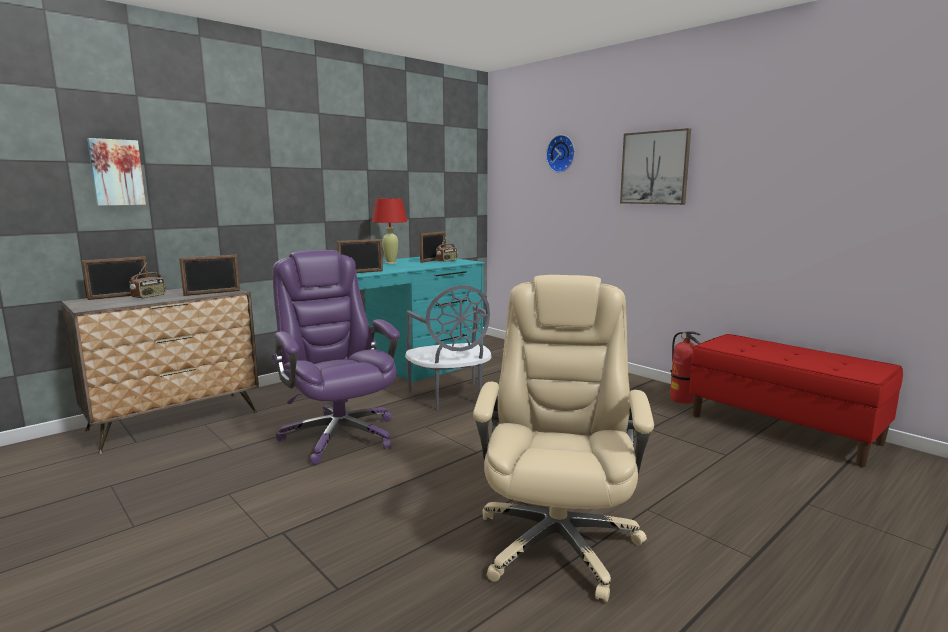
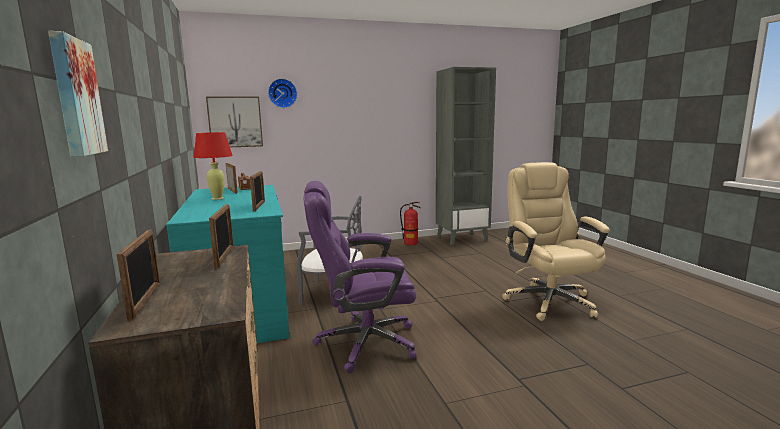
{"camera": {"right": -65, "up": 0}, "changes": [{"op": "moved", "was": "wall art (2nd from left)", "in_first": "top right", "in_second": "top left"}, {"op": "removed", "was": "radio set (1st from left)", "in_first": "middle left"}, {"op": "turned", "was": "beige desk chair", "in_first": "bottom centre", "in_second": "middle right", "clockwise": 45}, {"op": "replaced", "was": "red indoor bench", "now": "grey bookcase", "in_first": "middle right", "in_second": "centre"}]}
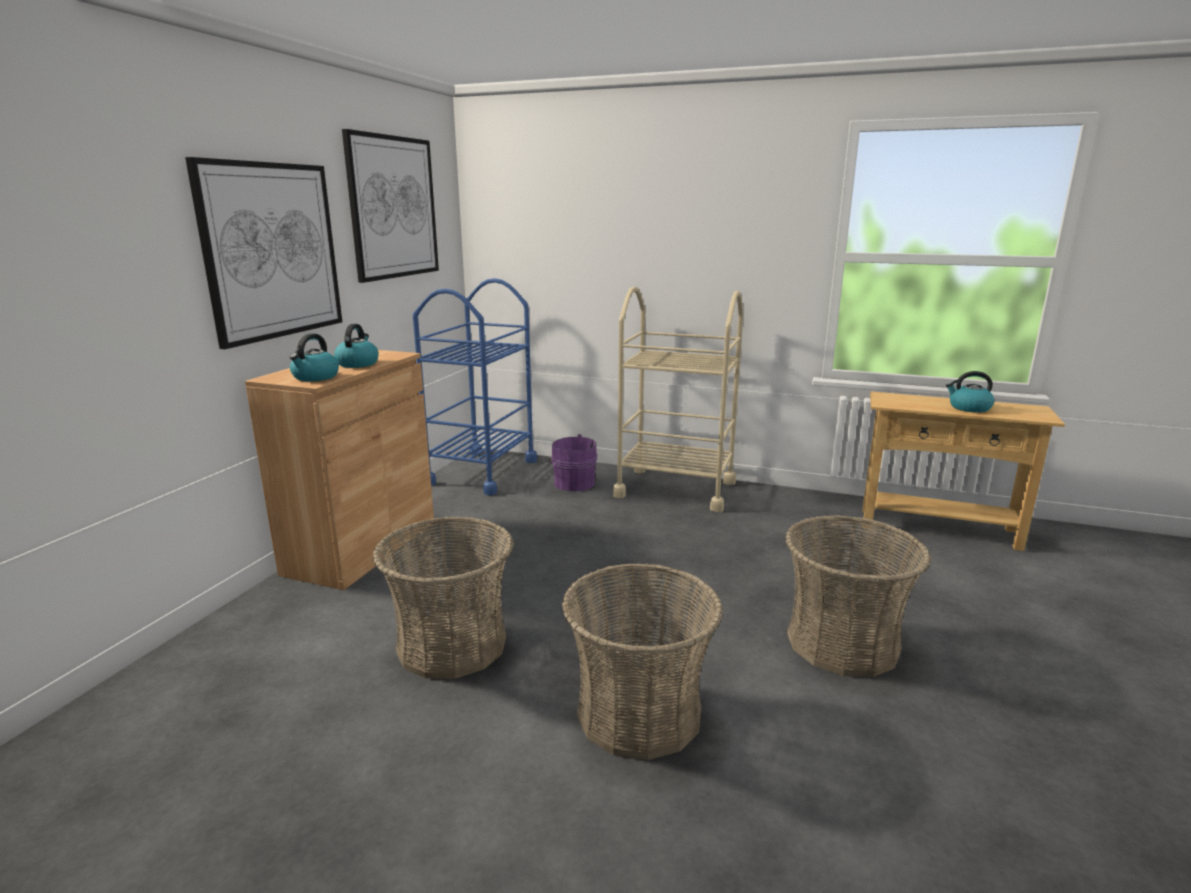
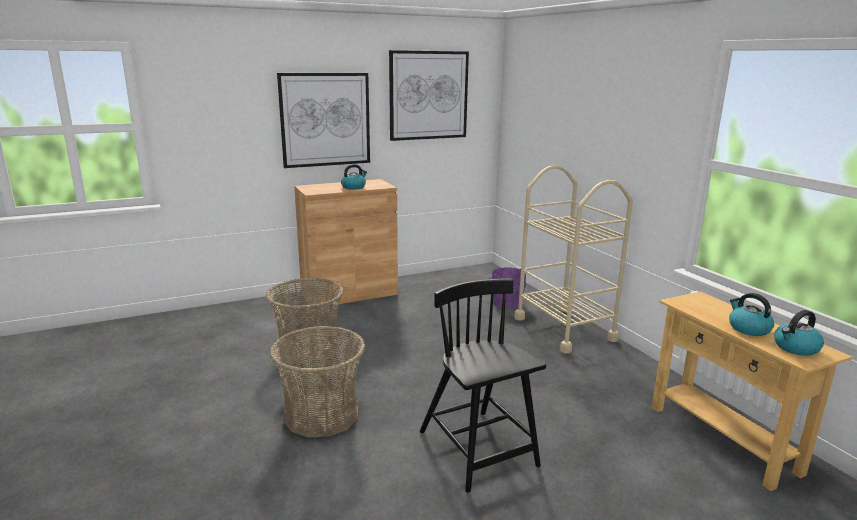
{"camera": {"right": 45, "up": 0}, "changes": [{"op": "removed", "was": "blue-coloured wheeled cart", "in_first": "centre"}, {"op": "moved", "was": "water kettle (1st from left in the first image)", "now": "water kettle (3rd from left)", "in_first": "middle left", "in_second": "middle right"}, {"op": "replaced", "was": "storage basket (3rd from left)", "now": "black-coloured chair", "in_first": "bottom right", "in_second": "bottom centre"}]}
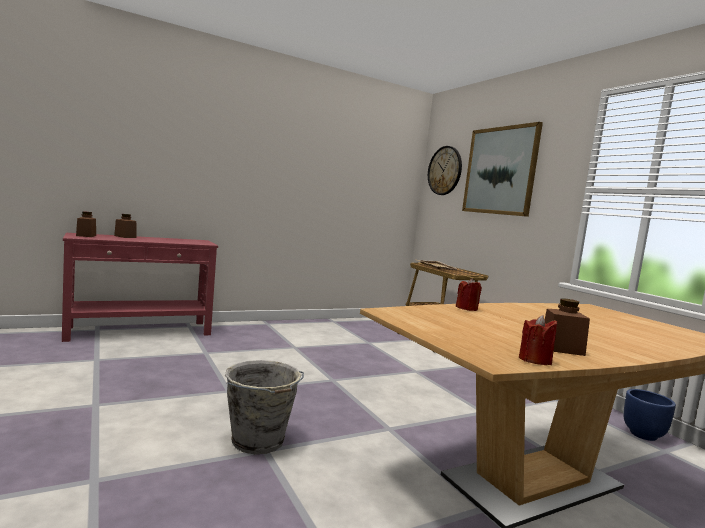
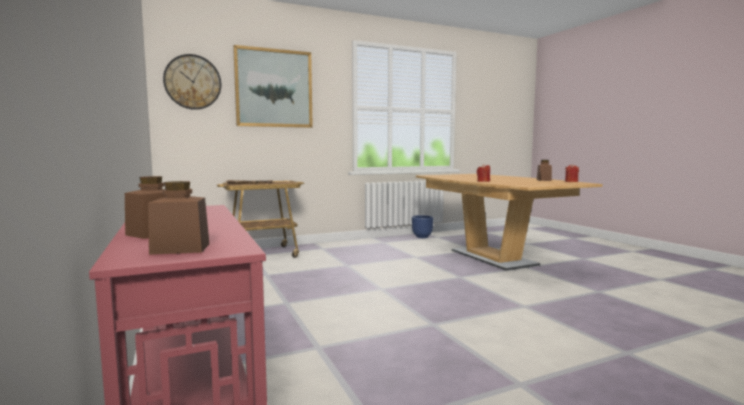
{"camera": {"right": -85, "up": 0}, "changes": [{"op": "removed", "was": "grey water bucket", "in_first": "bottom centre"}]}
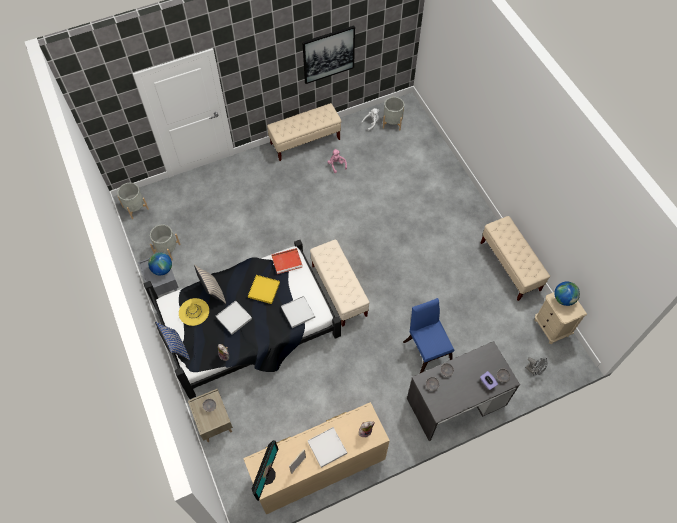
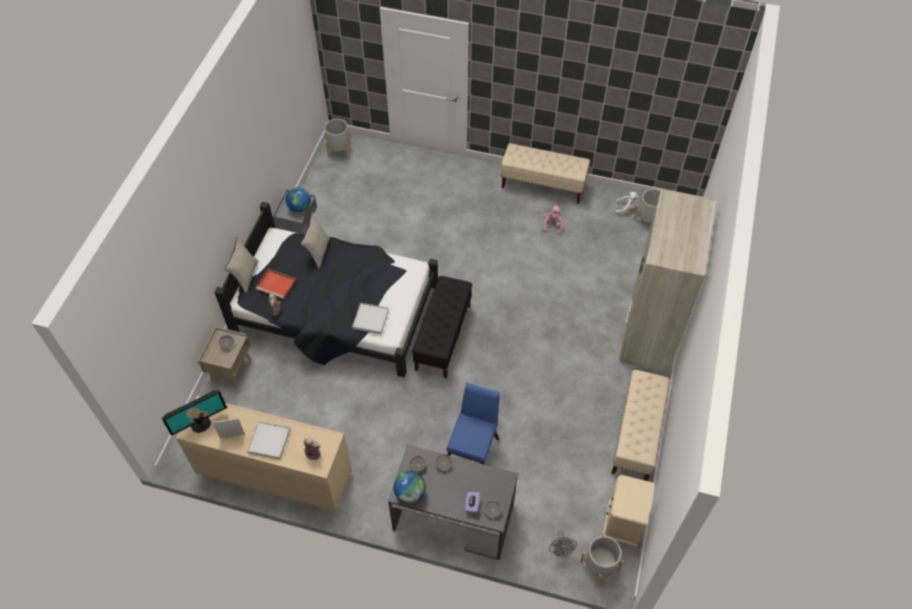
{"camera": {"right": 40, "up": -5}, "changes": [{"op": "removed", "was": "wall art", "in_first": "top centre"}, {"op": "moved", "was": "grey planter (2nd from left)", "in_first": "middle left", "in_second": "bottom centre"}, {"op": "recoloured", "was": "beige indoor bench (2nd from left)", "now": "black-coloured indoor bench", "in_first": "centre", "in_second": "centre"}, {"op": "moved", "was": "red serving tray", "in_first": "centre", "in_second": "middle left"}, {"op": "removed", "was": "yellow serving tray", "in_first": "centre"}, {"op": "moved", "was": "globe (2nd from left)", "in_first": "middle right", "in_second": "bottom centre"}, {"op": "removed", "was": "yellow wearable hat", "in_first": "middle left"}, {"op": "removed", "was": "white-coloured serving tray (1st from left)", "in_first": "centre"}, {"op": "recoloured", "was": "blue-coloured pillow", "now": "beige pillow (1st from left)", "in_first": "middle left", "in_second": "middle left"}, {"op": "added", "now": "beige clothes cupboard", "in_second": "middle right"}]}
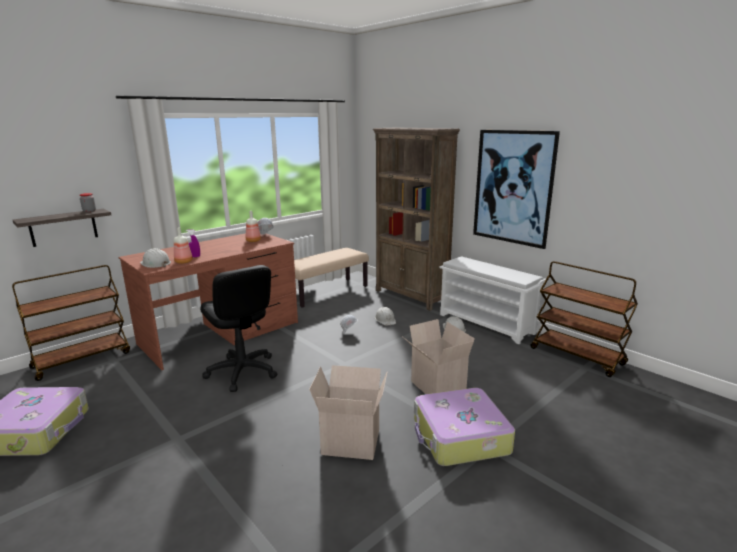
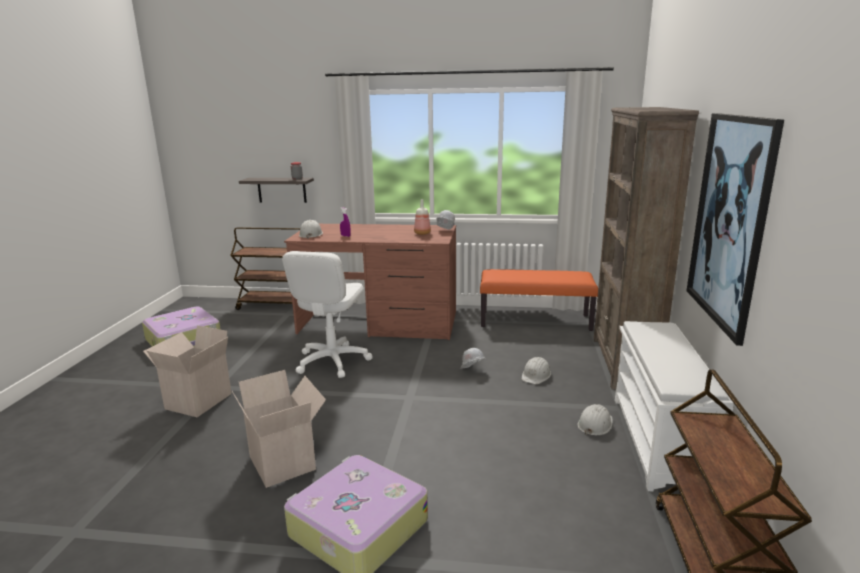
{"camera": {"right": 50, "up": 0}, "changes": [{"op": "removed", "was": "bottle (1st from left)", "in_first": "middle left"}, {"op": "recoloured", "was": "beige indoor bench", "now": "orange indoor bench", "in_first": "centre", "in_second": "centre"}, {"op": "recoloured", "was": "black-coloured desk chair", "now": "white-coloured desk chair", "in_first": "middle left", "in_second": "centre"}, {"op": "moved", "was": "cardboard box (2nd from left in the first image)", "now": "cardboard box (1st from left)", "in_first": "centre", "in_second": "middle left"}]}
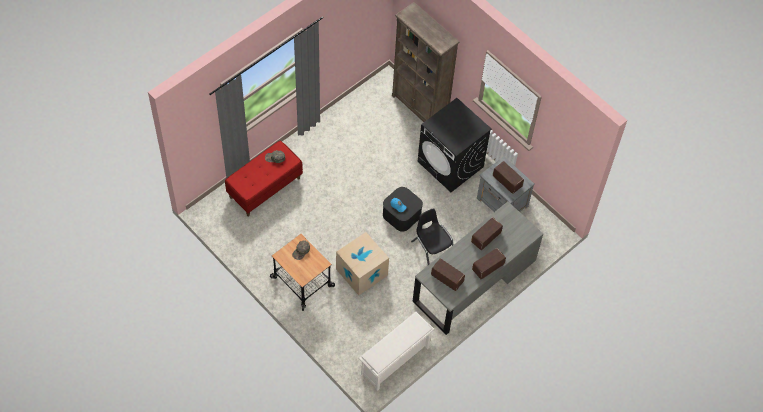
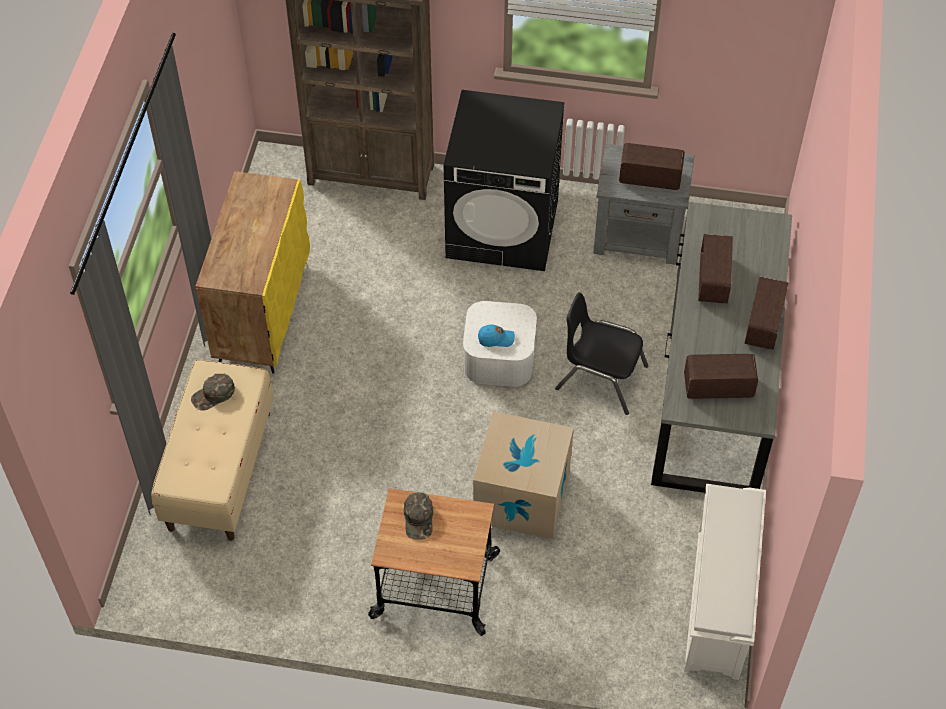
{"camera": {"right": -35, "up": -5}, "changes": [{"op": "recoloured", "was": "red indoor bench", "now": "beige indoor bench", "in_first": "centre", "in_second": "middle left"}, {"op": "recoloured", "was": "black-coloured storage container", "now": "white-coloured storage container", "in_first": "centre", "in_second": "centre"}, {"op": "added", "now": "yellow cupboard", "in_second": "middle left"}]}
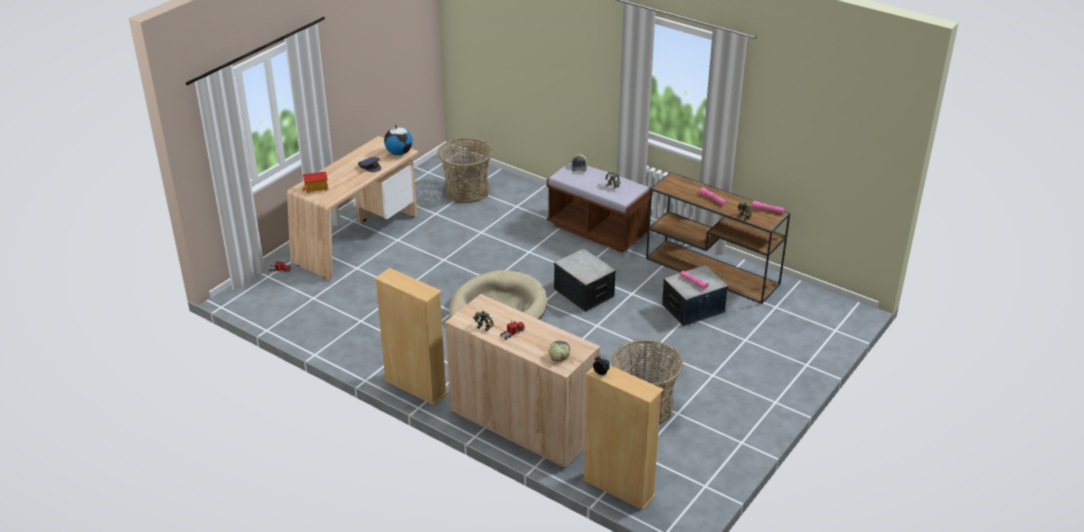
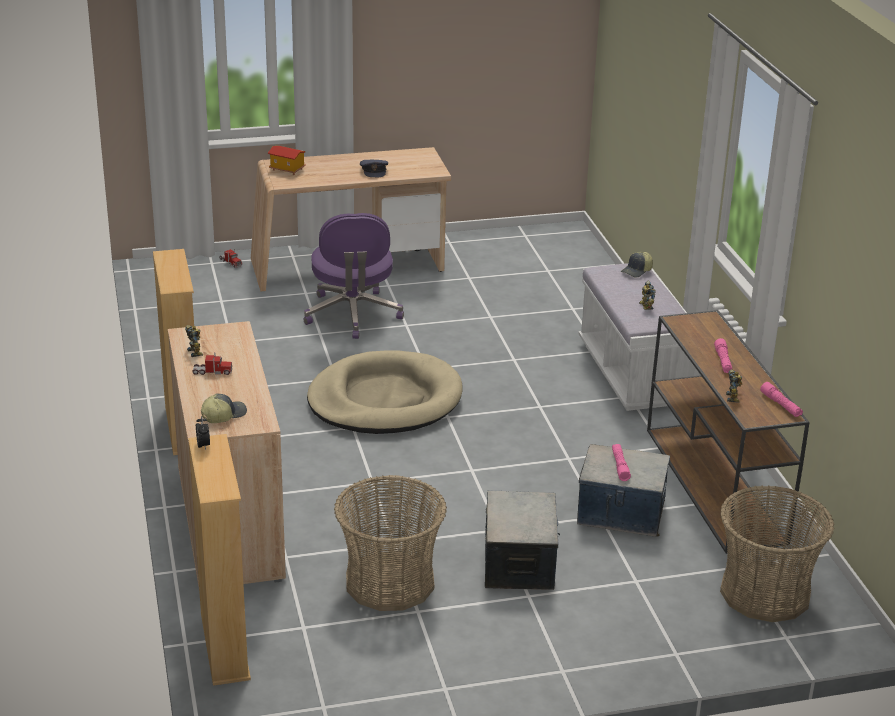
{"camera": {"right": 40, "up": -5}, "changes": [{"op": "removed", "was": "globe", "in_first": "top centre"}, {"op": "moved", "was": "storage basket (1st from left in the first image)", "now": "storage basket (2nd from left)", "in_first": "top centre", "in_second": "bottom right"}, {"op": "recoloured", "was": "brown-coloured indoor bench", "now": "white-coloured indoor bench", "in_first": "centre", "in_second": "middle right"}, {"op": "moved", "was": "storage container (1st from left)", "in_first": "centre", "in_second": "bottom centre"}, {"op": "added", "now": "purple desk chair", "in_second": "centre"}]}
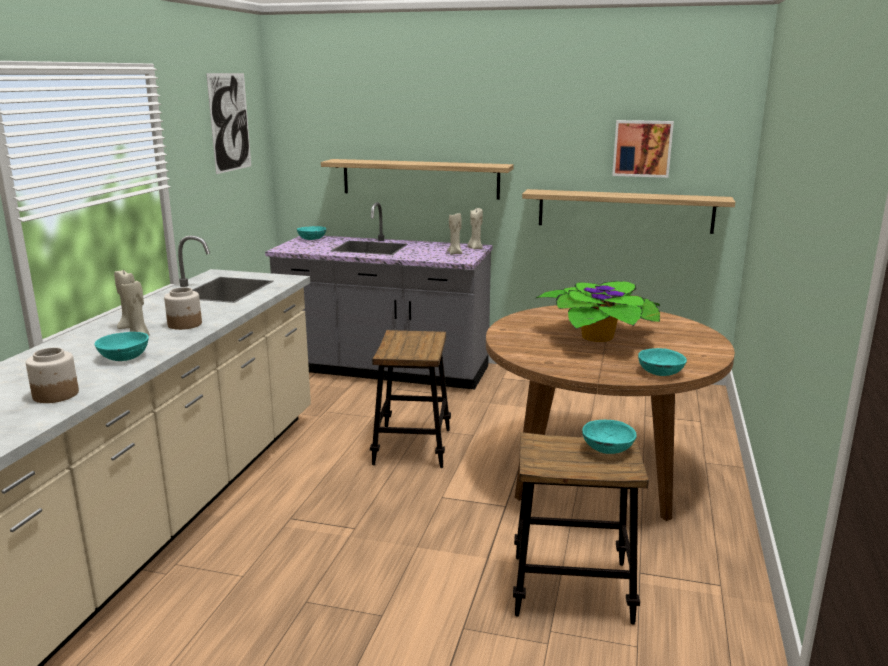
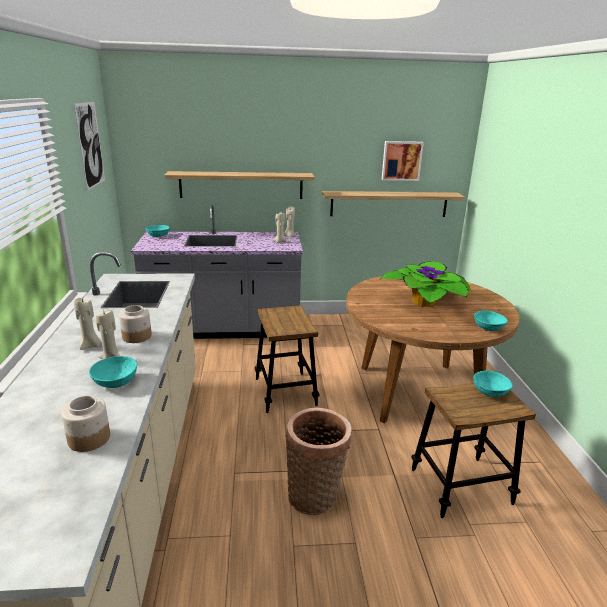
{"camera": {"right": -20, "up": 5}, "changes": [{"op": "added", "now": "storage basket", "in_second": "bottom centre"}]}
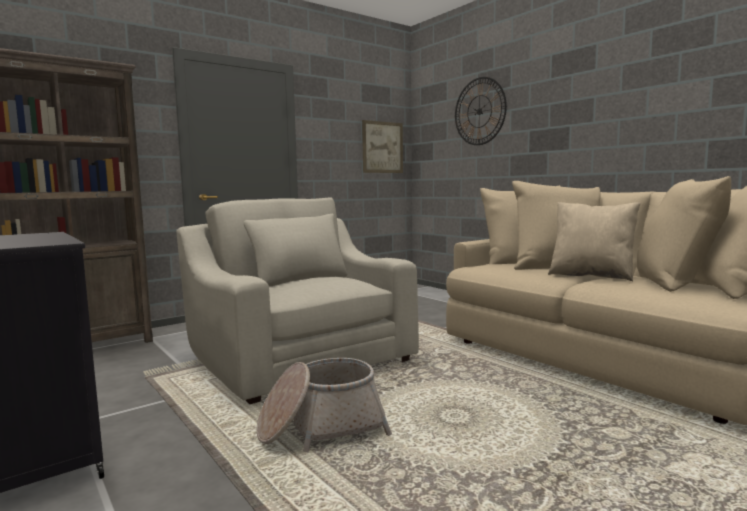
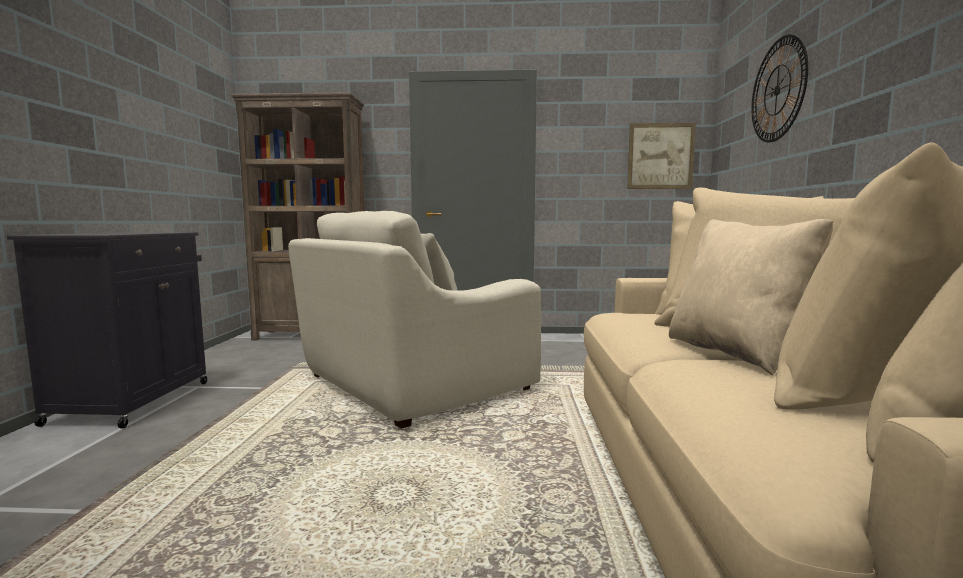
{"camera": {"right": 40, "up": 0}, "changes": [{"op": "turned", "was": "beige easy chair", "in_first": "centre", "in_second": "centre", "clockwise": -135}, {"op": "removed", "was": "storage basket", "in_first": "bottom centre"}]}
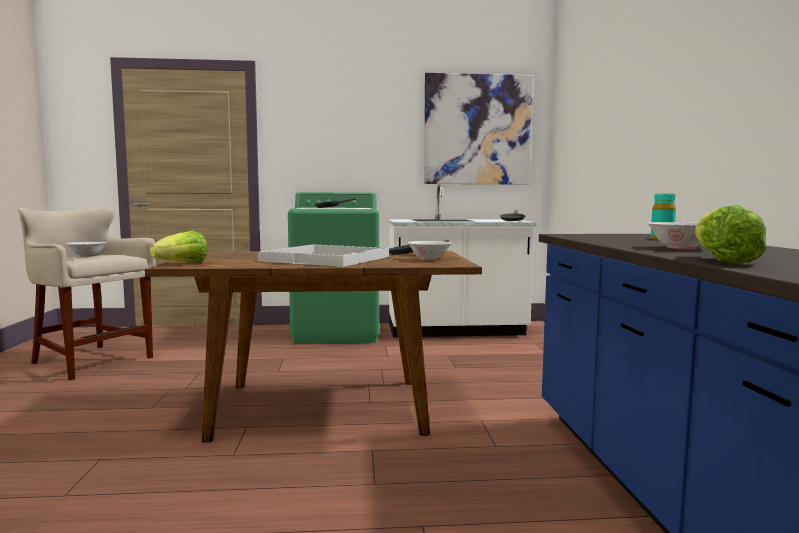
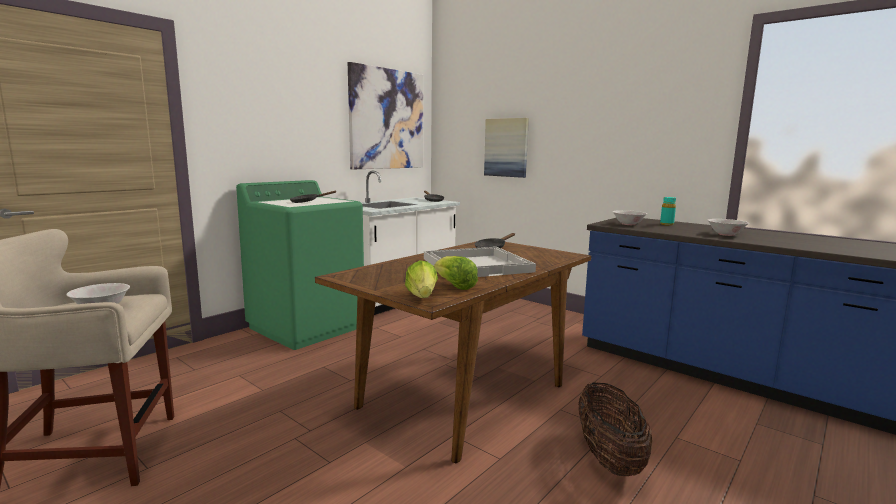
{"camera": {"right": -45, "up": 5}, "changes": [{"op": "moved", "was": "lettuce (2nd from left)", "in_first": "middle right", "in_second": "centre"}, {"op": "moved", "was": "white-coloured deep dish (2nd from left)", "in_first": "centre", "in_second": "middle right"}, {"op": "added", "now": "wall art (2nd from left)", "in_second": "top centre"}, {"op": "added", "now": "storage basket", "in_second": "bottom right"}]}
